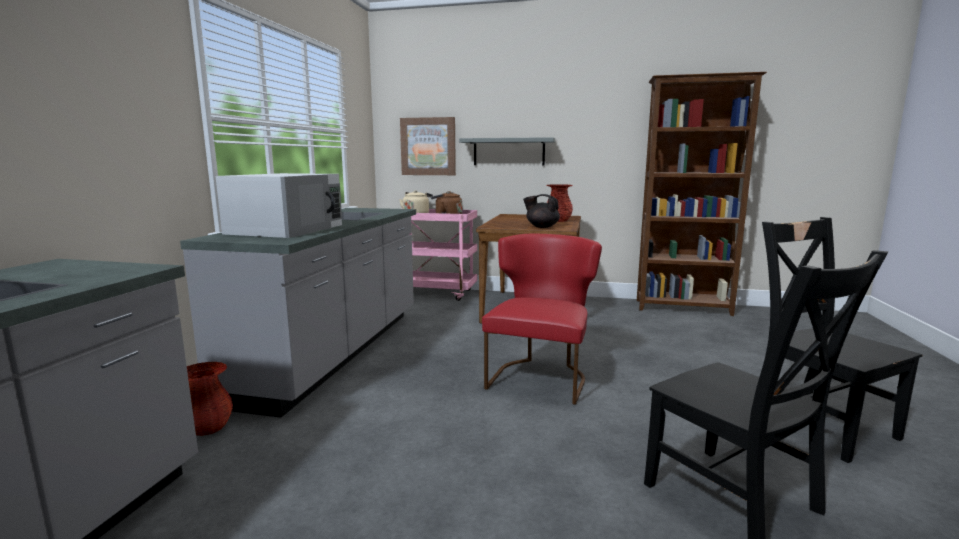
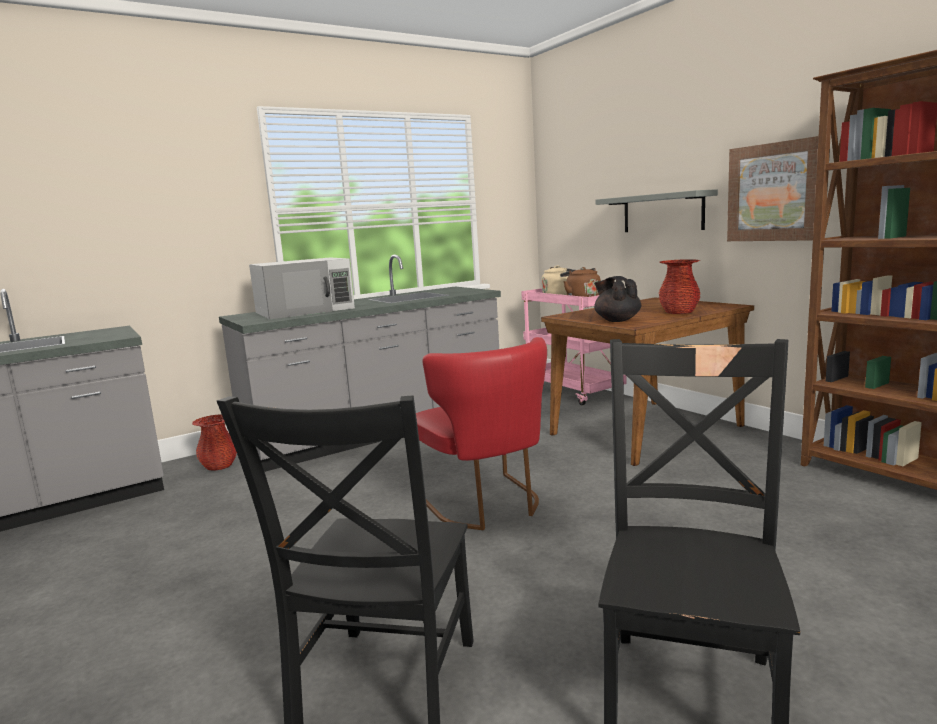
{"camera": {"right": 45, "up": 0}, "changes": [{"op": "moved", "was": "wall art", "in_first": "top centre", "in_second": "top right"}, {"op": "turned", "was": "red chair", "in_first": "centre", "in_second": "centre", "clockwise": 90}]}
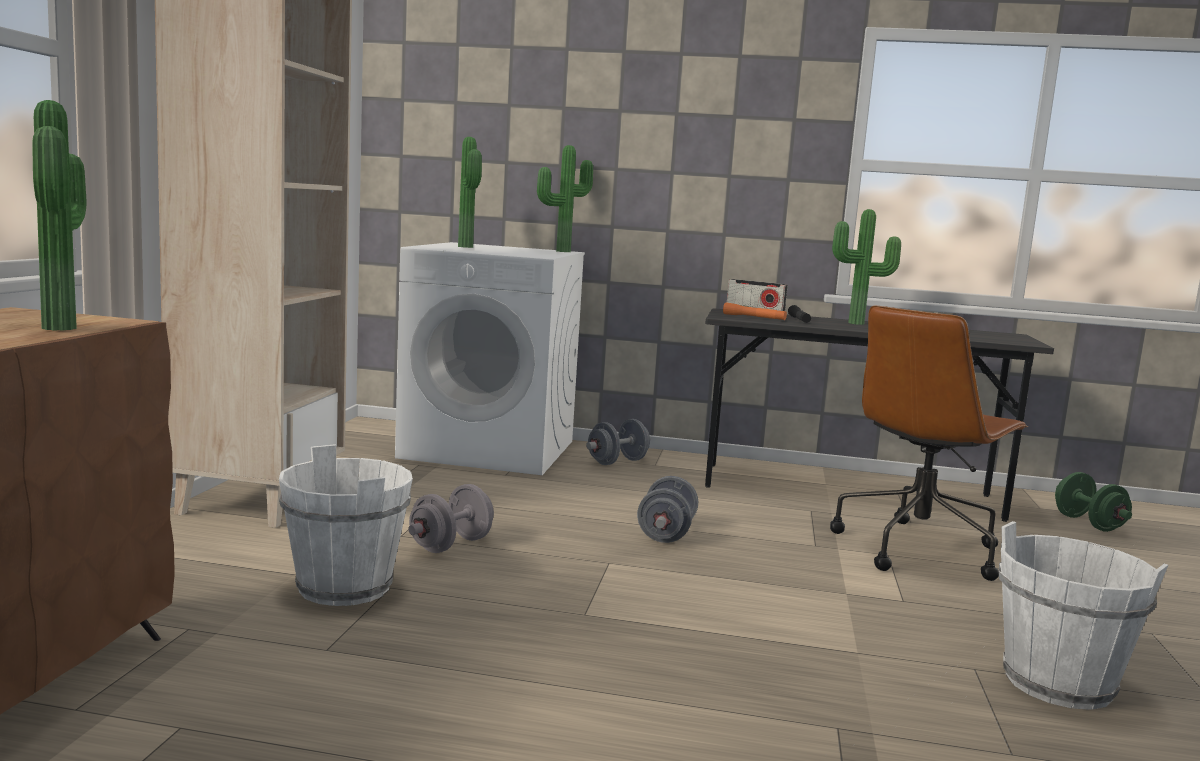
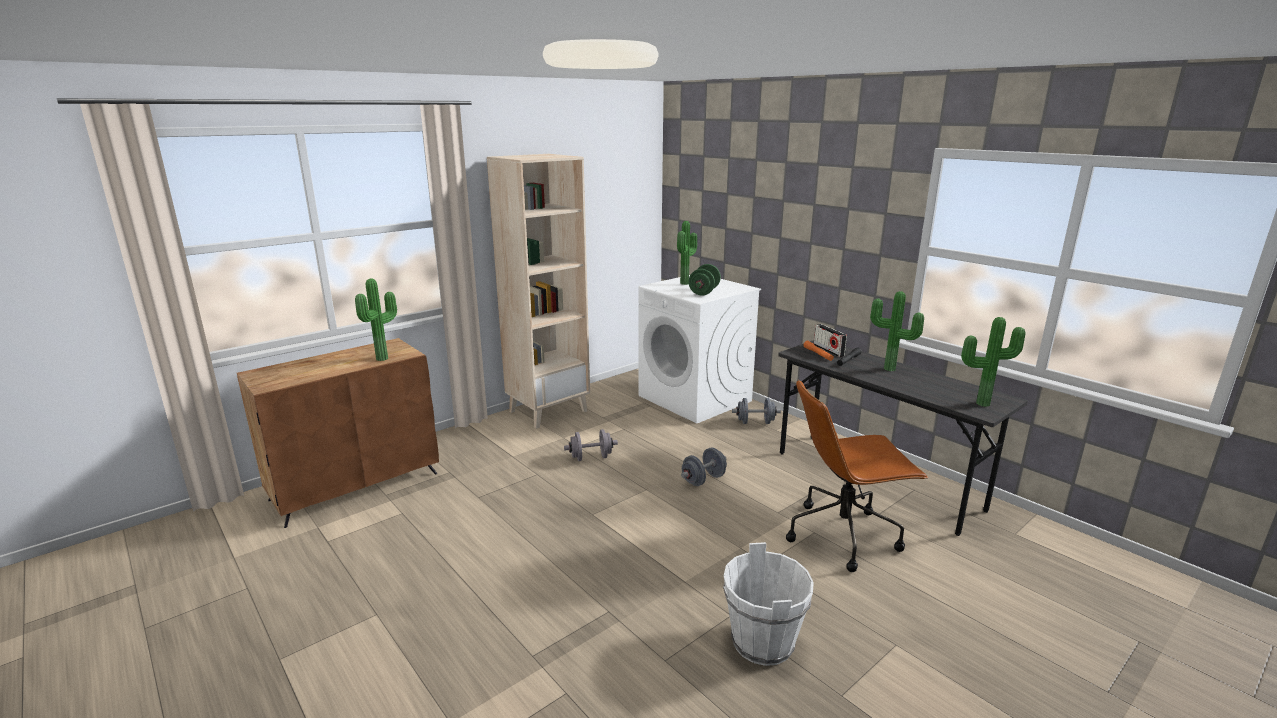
{"camera": {"right": 40, "up": 10}, "changes": [{"op": "moved", "was": "plant in a pot (3rd from left in the first image)", "now": "plant in a pot (4th from left)", "in_first": "top centre", "in_second": "middle right"}, {"op": "removed", "was": "white-coloured water bucket (1st from left)", "in_first": "bottom left"}, {"op": "moved", "was": "green-coloured dumbbell", "in_first": "middle right", "in_second": "centre"}]}
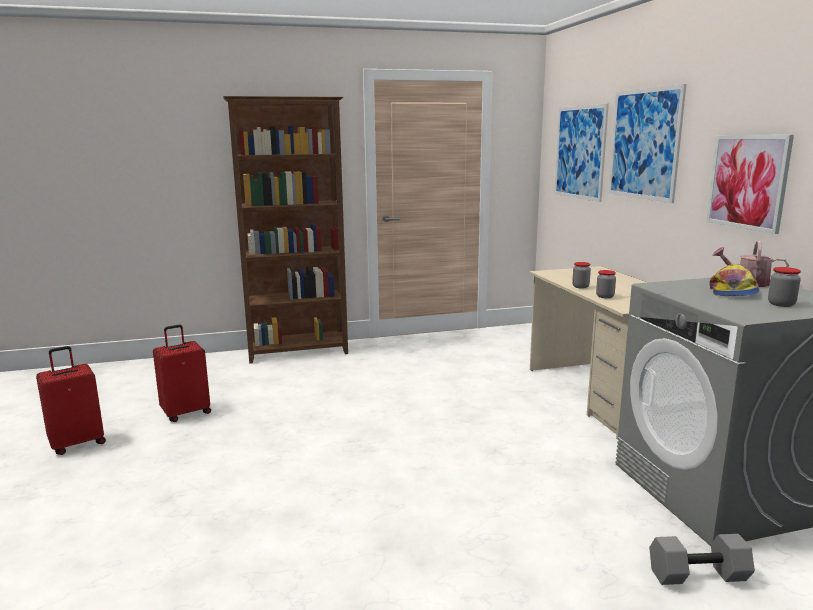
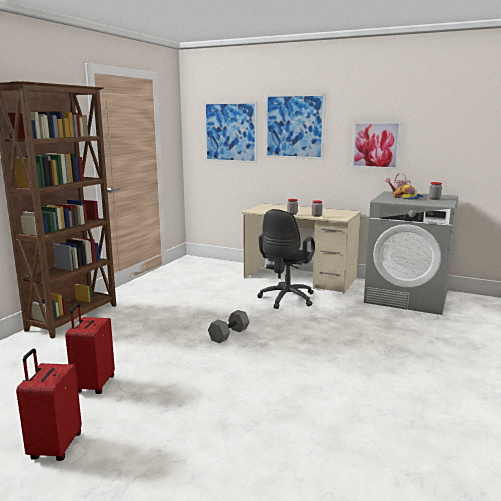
{"camera": {"right": -50, "up": 0}, "changes": [{"op": "moved", "was": "grey dumbbell", "in_first": "bottom right", "in_second": "centre"}, {"op": "added", "now": "black-coloured desk chair", "in_second": "centre"}]}
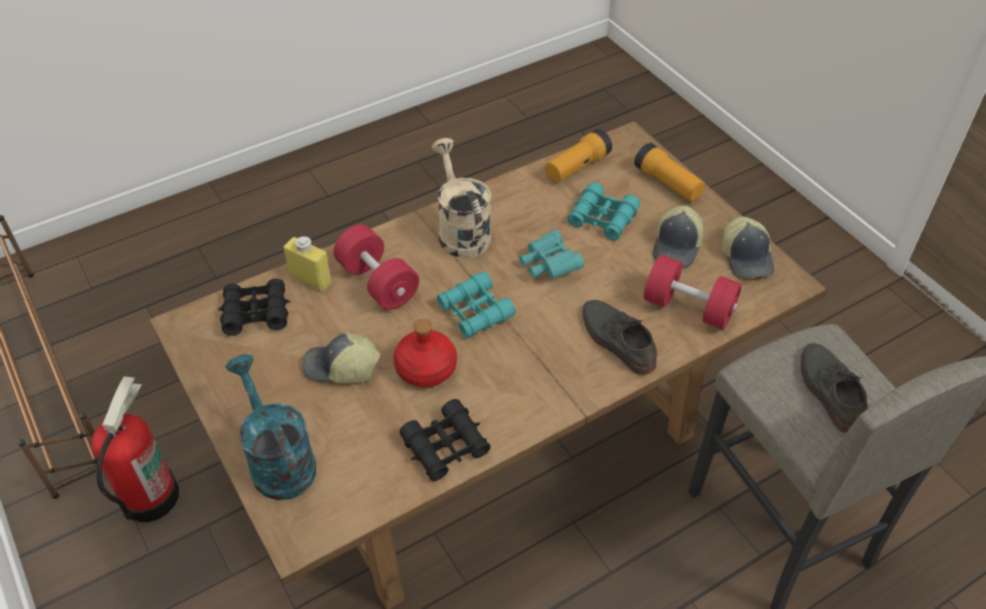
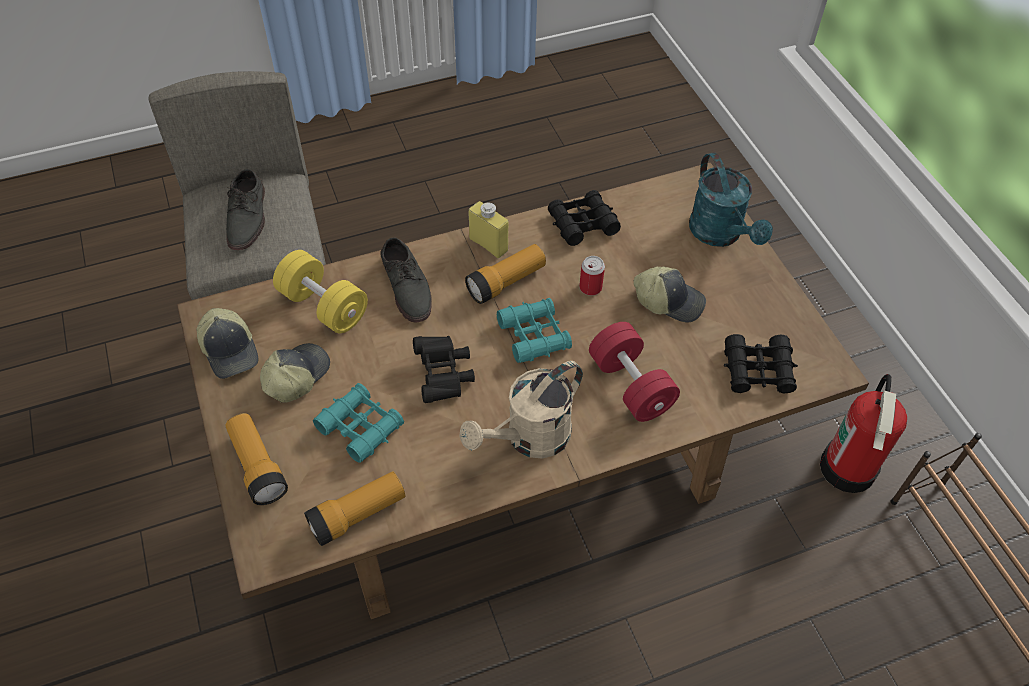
{"camera": {"right": -170, "up": 5}, "changes": [{"op": "turned", "was": "beige sprinkling can", "in_first": "top centre", "in_second": "centre", "clockwise": 60}, {"op": "turned", "was": "cap (3rd from left in the first image)", "in_first": "middle right", "in_second": "middle left", "clockwise": 150}, {"op": "recoloured", "was": "blue-green binoculars (2nd from left)", "now": "black-coloured binoculars (1st from left)", "in_first": "centre", "in_second": "centre"}, {"op": "moved", "was": "yellow bottle", "in_first": "middle left", "in_second": "centre"}, {"op": "recoloured", "was": "red dumbbell (2nd from left)", "now": "yellow dumbbell", "in_first": "middle right", "in_second": "middle left"}, {"op": "replaced", "was": "red bottle", "now": "metal can", "in_first": "centre", "in_second": "centre"}, {"op": "added", "now": "flashlight (3rd from left)", "in_second": "centre"}]}
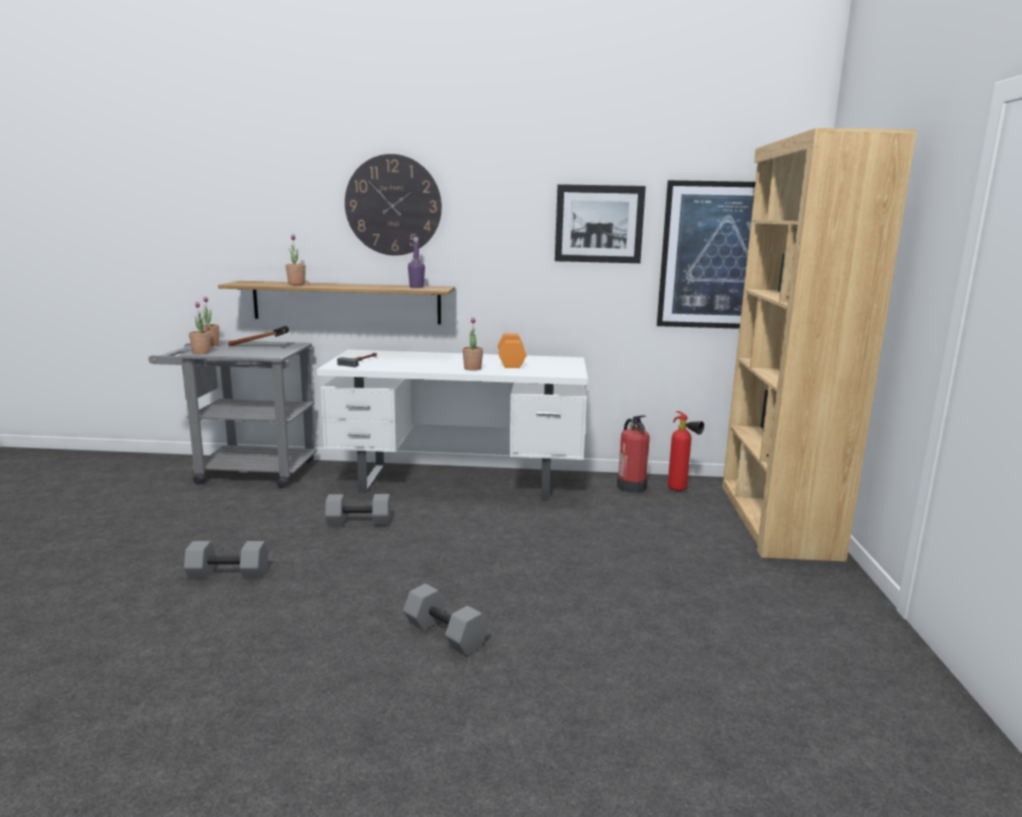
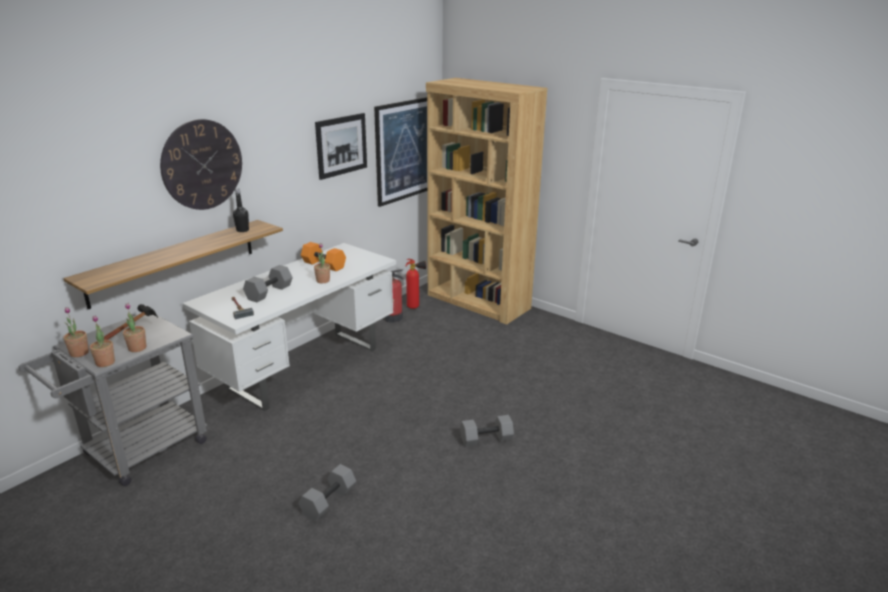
{"camera": {"right": -55, "up": 10}, "changes": [{"op": "moved", "was": "plant in a pot (3rd from left)", "in_first": "top left", "in_second": "middle left"}, {"op": "recoloured", "was": "purple bottle", "now": "black-coloured bottle", "in_first": "top centre", "in_second": "middle left"}, {"op": "moved", "was": "grey dumbbell (2nd from left in the first image)", "now": "grey dumbbell (1st from left)", "in_first": "centre", "in_second": "middle left"}]}
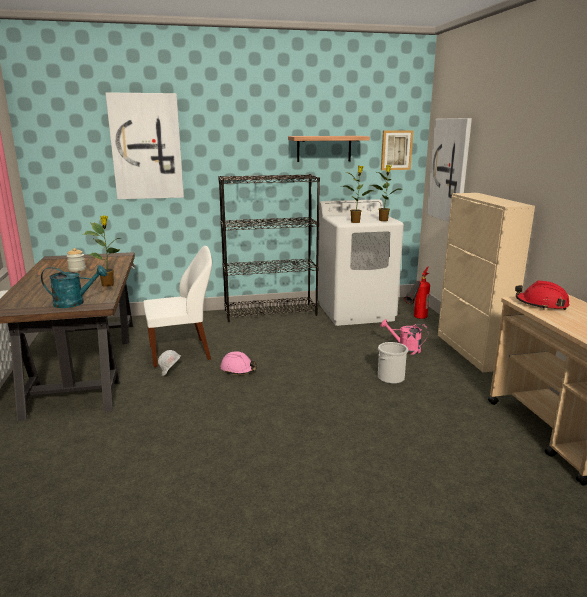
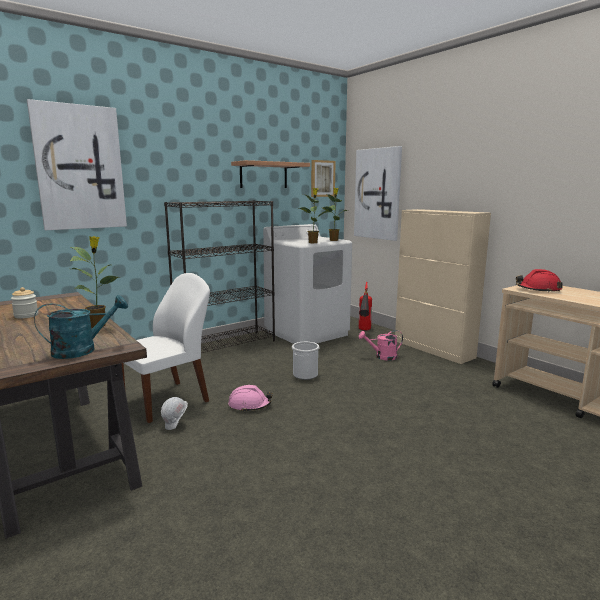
{"camera": {"right": -25, "up": -5}, "changes": [{"op": "moved", "was": "water bucket", "in_first": "middle right", "in_second": "centre"}]}
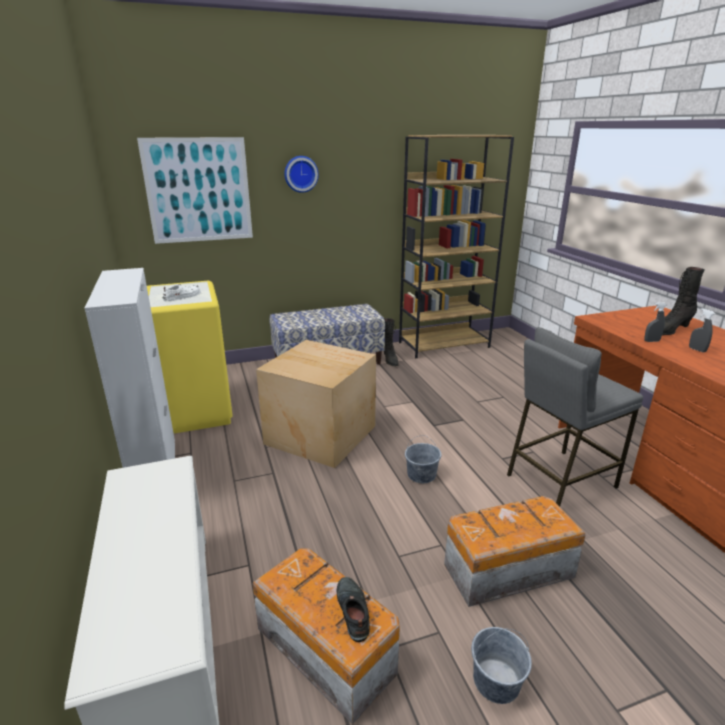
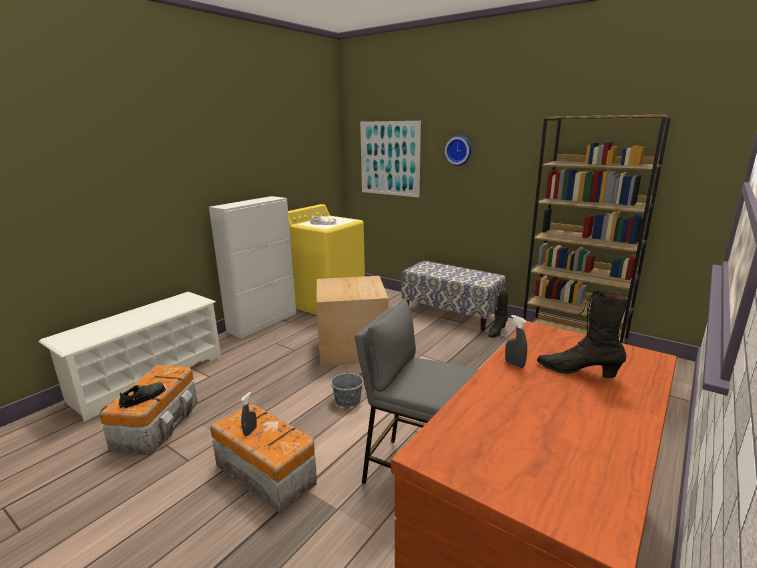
{"camera": {"right": 55, "up": -5}, "changes": [{"op": "moved", "was": "grey hand sprayer (2nd from left in the first image)", "now": "grey hand sprayer (1st from left)", "in_first": "middle right", "in_second": "bottom left"}, {"op": "removed", "was": "grey water bucket (2nd from left)", "in_first": "bottom right"}]}
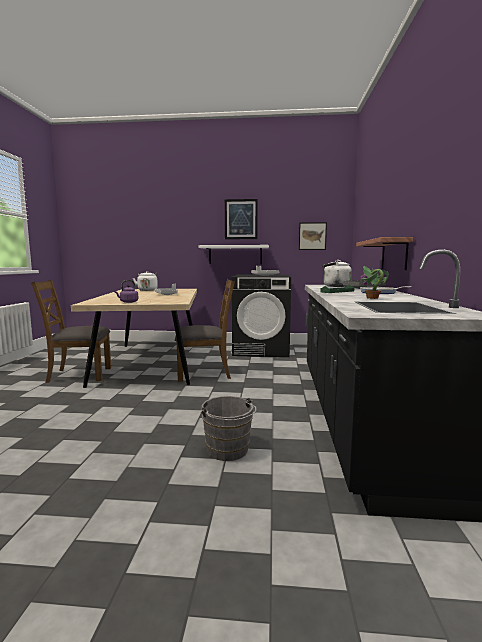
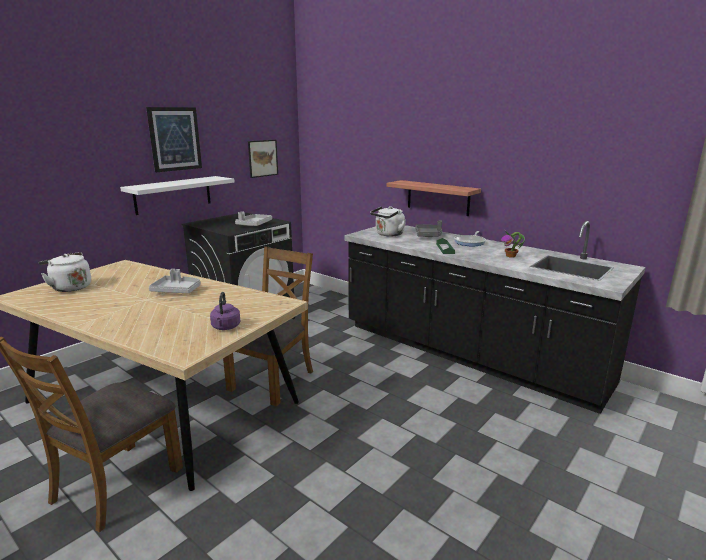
{"camera": {"right": -55, "up": 10}, "changes": [{"op": "removed", "was": "grey water bucket", "in_first": "bottom centre"}]}
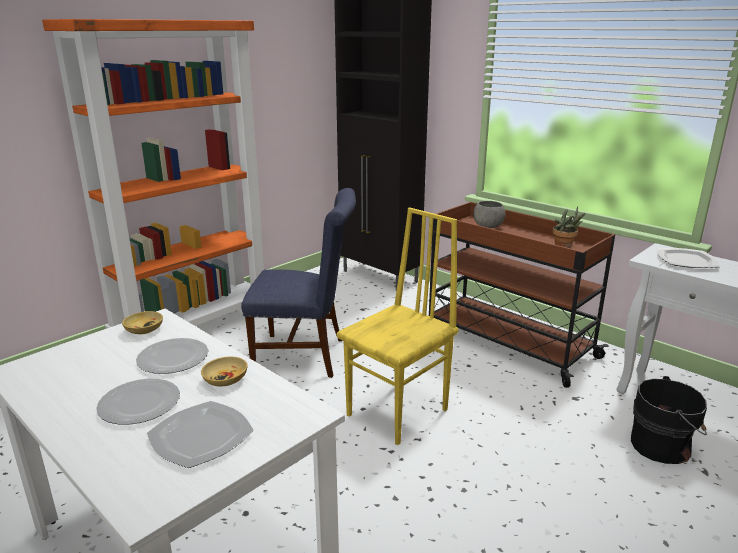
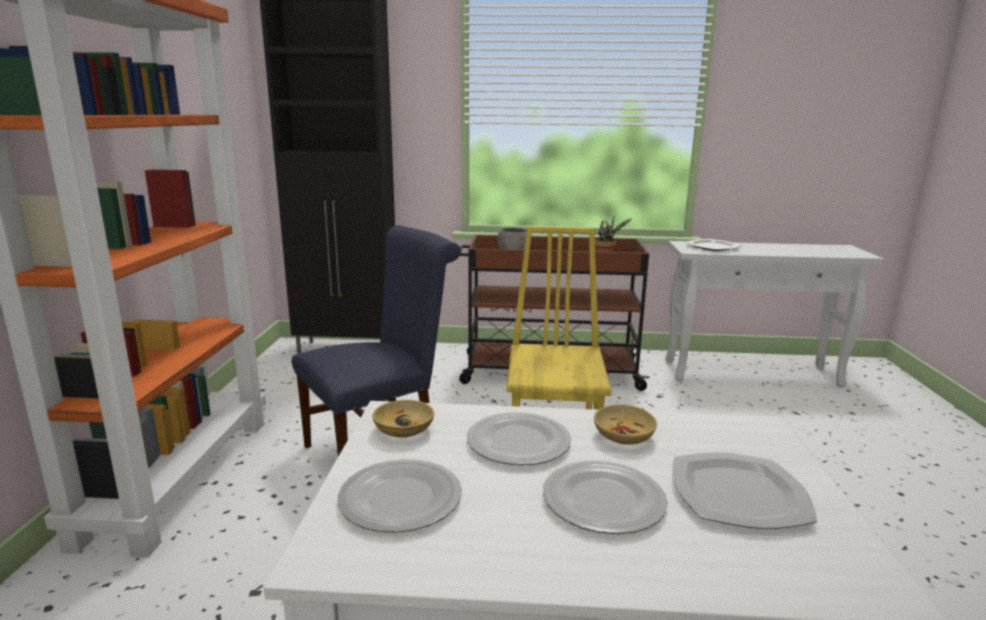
{"camera": {"right": -40, "up": -5}, "changes": [{"op": "removed", "was": "black-coloured water bucket", "in_first": "bottom right"}, {"op": "added", "now": "flat dish (1st from left)", "in_second": "bottom centre"}]}
